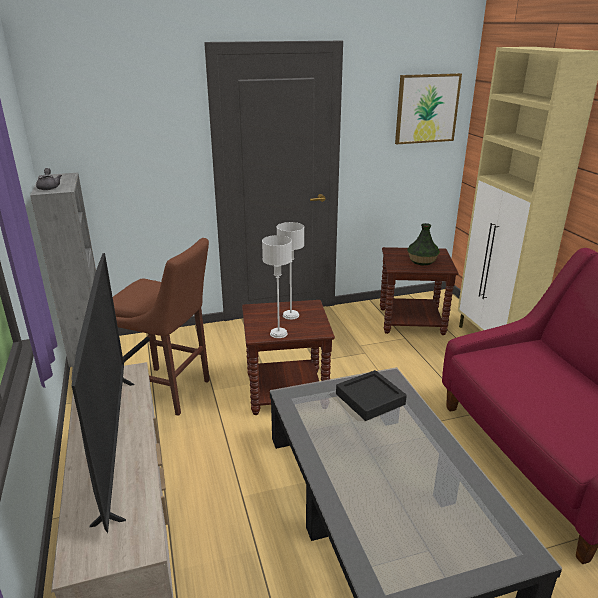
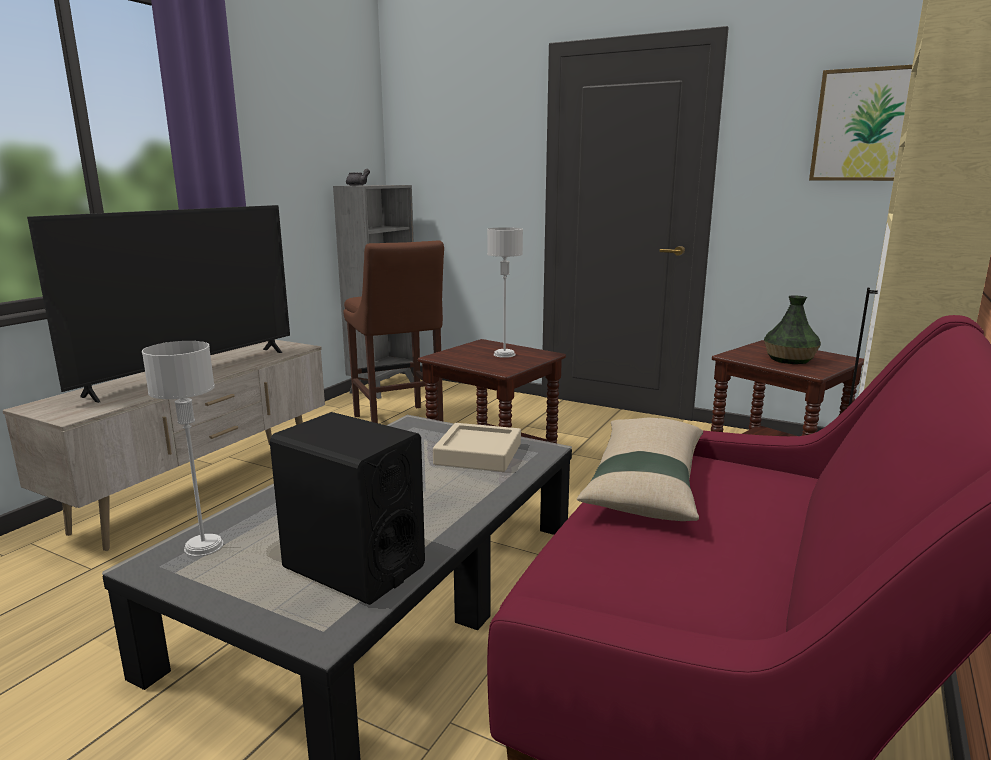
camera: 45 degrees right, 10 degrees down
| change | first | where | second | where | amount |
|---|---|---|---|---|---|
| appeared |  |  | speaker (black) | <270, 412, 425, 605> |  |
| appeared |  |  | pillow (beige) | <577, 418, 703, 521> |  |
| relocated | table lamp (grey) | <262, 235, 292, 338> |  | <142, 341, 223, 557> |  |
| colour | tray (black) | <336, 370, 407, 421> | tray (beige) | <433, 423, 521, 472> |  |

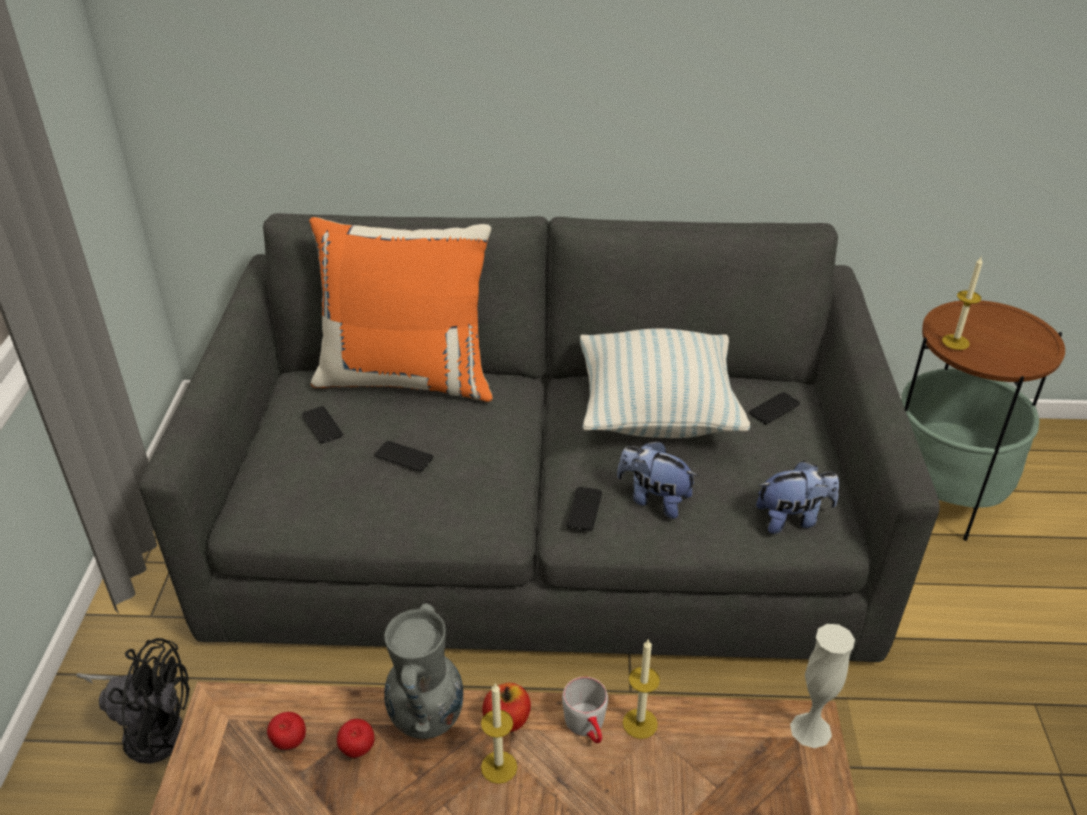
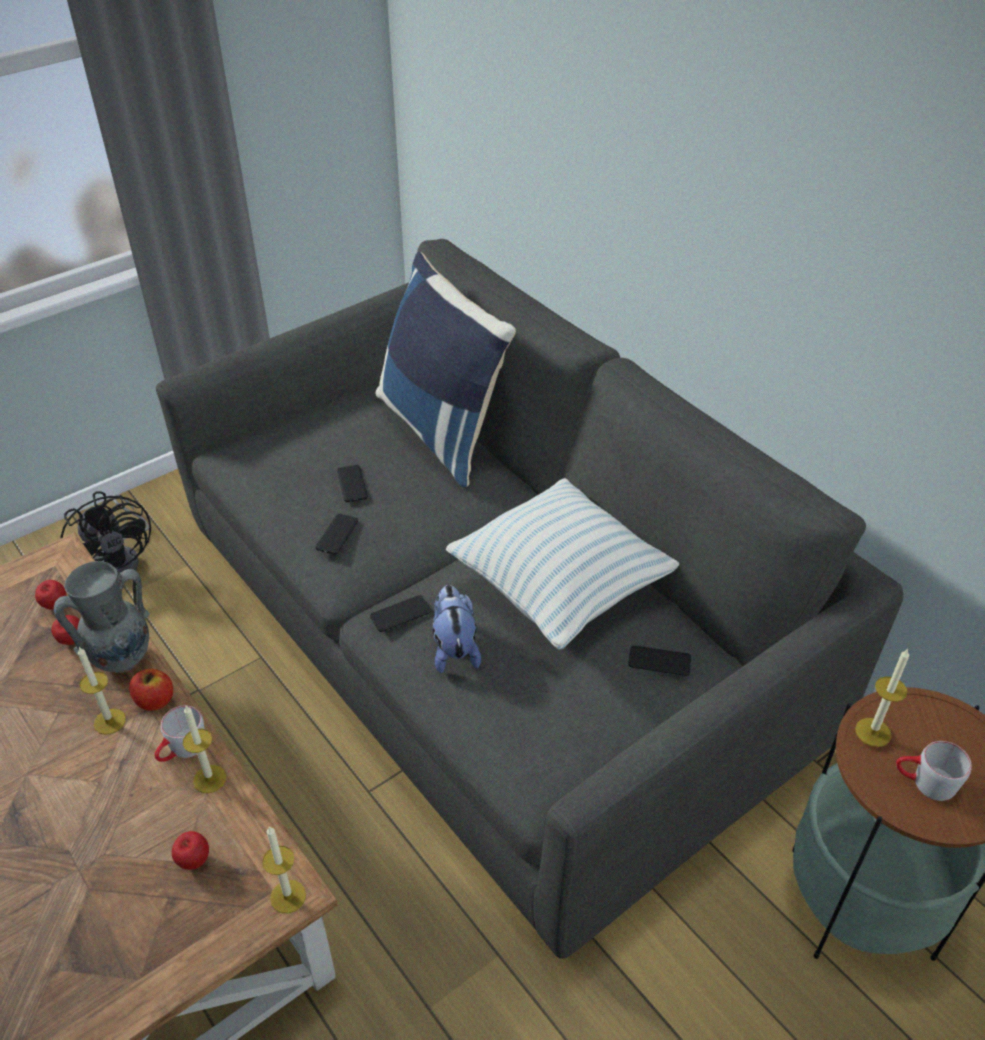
camera: 50 degrees right, 5 degrees up
| change | first | where | second | where | amount |
|---|---|---|---|---|---|
| missing | plush toy | <756, 461, 839, 534> |  |  |  |
| appeared |  |  | apple | <172, 831, 209, 870> |  |
| appeared |  |  | mug (grey) | <896, 741, 972, 801> |  |
| relocated | phone | <302, 406, 343, 443> |  | <315, 514, 358, 555> |  |
| exchanged | vase (white) | <790, 624, 855, 748> | candle | <262, 826, 306, 913> |  |
| colour | pillow (orange) | <309, 217, 492, 402> | pillow (blue) | <375, 252, 516, 487> |  |

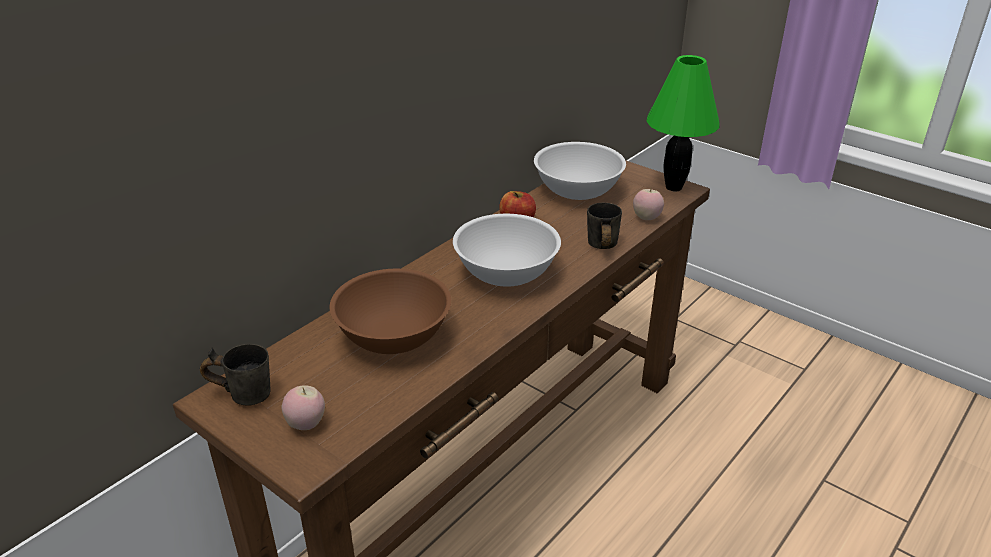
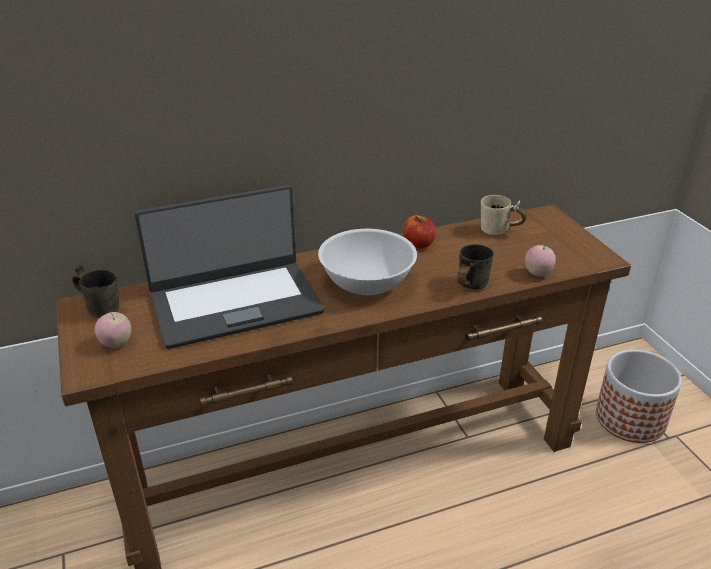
camera: 30 degrees right, 0 degrees up
| change | first | where | second | where | amount |
|---|---|---|---|---|---|
| missing | table lamp (green) | <647, 55, 720, 191> |  |  |  |
| appeared |  |  | planter | <596, 349, 682, 443> |  |
| exchanged | bowl (brown) | <329, 269, 451, 354> | laptop | <135, 185, 324, 349> |  |
| exchanged | bowl (white) | <534, 142, 626, 200> | mug (beige) | <481, 195, 527, 235> |  |

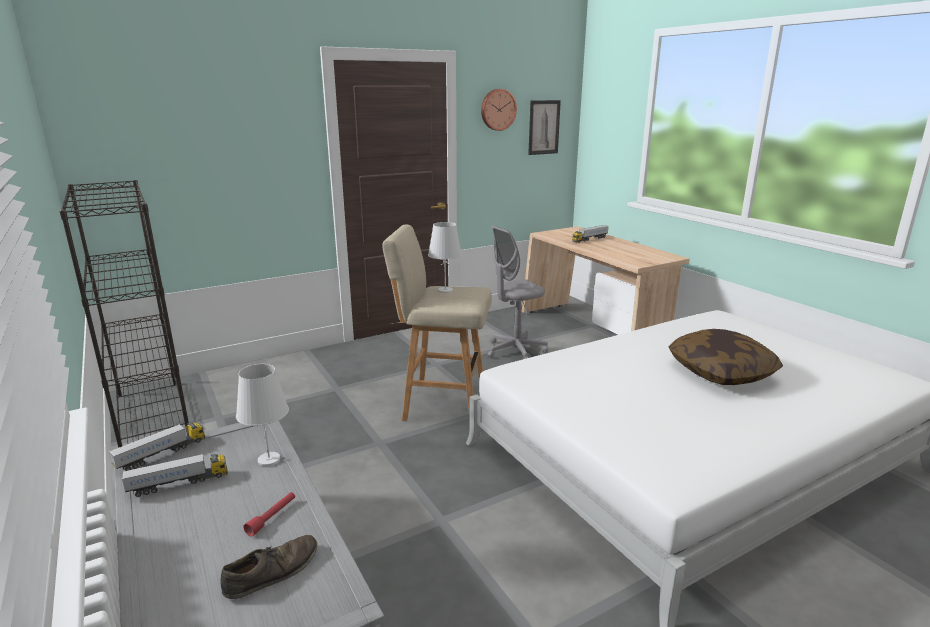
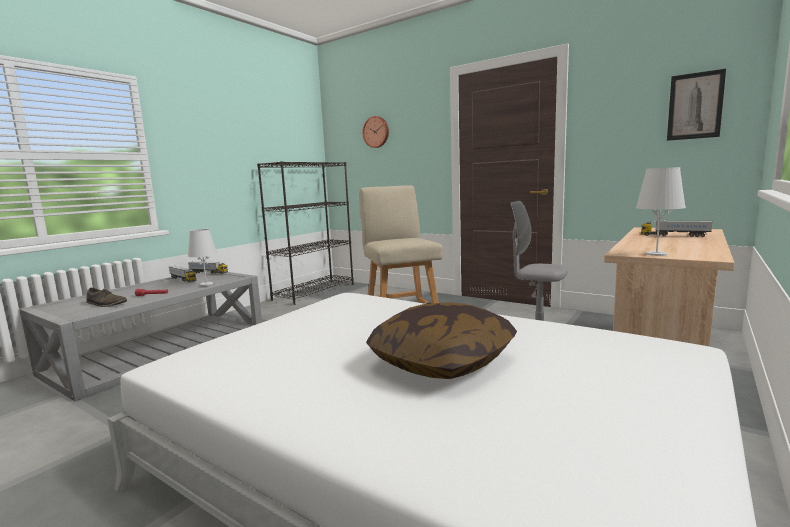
camera: 65 degrees right, 10 degrees down
| change | first | where | second | where | amount |
|---|---|---|---|---|---|
| relocated | table lamp (white) | <428, 222, 462, 293> |  | <636, 167, 686, 256> |  |
| relocated | wall clock | <481, 89, 517, 131> |  | <362, 116, 389, 148> |  |

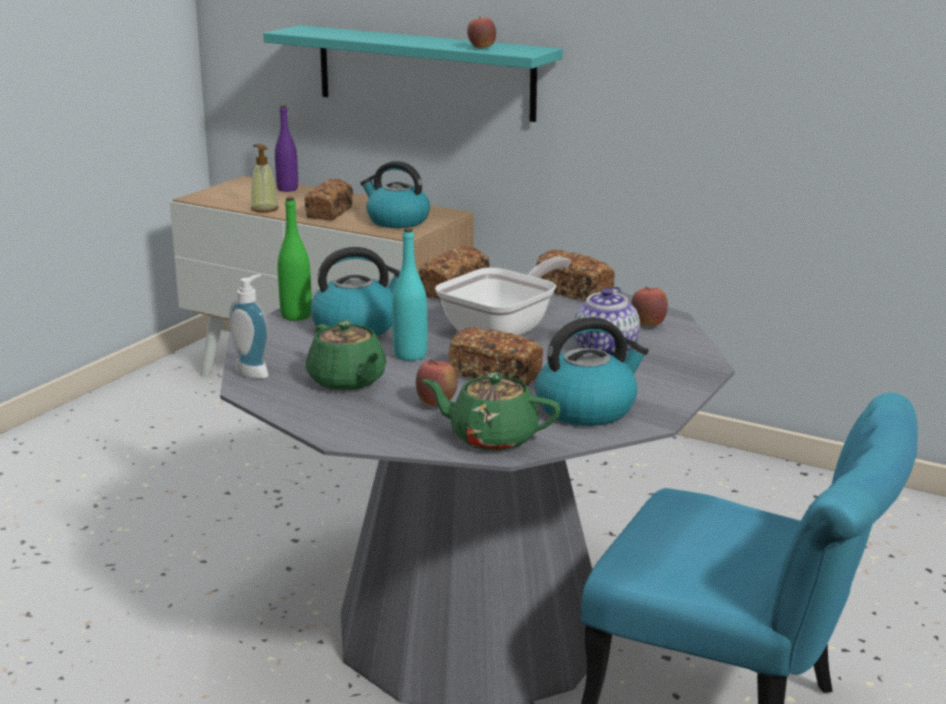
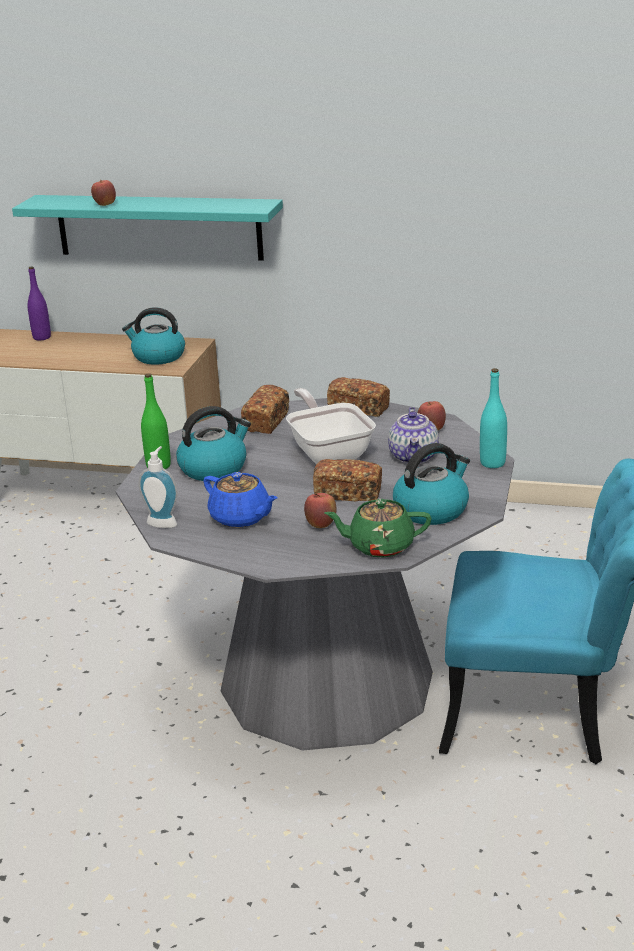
camera: 15 degrees left, 5 degrees up
| change | first | where | second | where | amount |
|---|---|---|---|---|---|
| missing | soap dispenser | <251, 144, 279, 213> |  |  |  |
| missing | bread | <305, 179, 353, 220> |  |  |  |
| relocated | bottle (turquoise) | <392, 228, 427, 361> |  | <480, 368, 507, 468> |  |
| relocated | apple | <467, 16, 496, 48> |  | <91, 180, 116, 206> |  |
| colour | teapot (green) | <306, 320, 386, 391> | teapot (blue) | <203, 472, 278, 527> |  |
| spun | frying pan | <435, 257, 571, 336> |  | <286, 388, 376, 464> | 45 degrees counterclockwise |

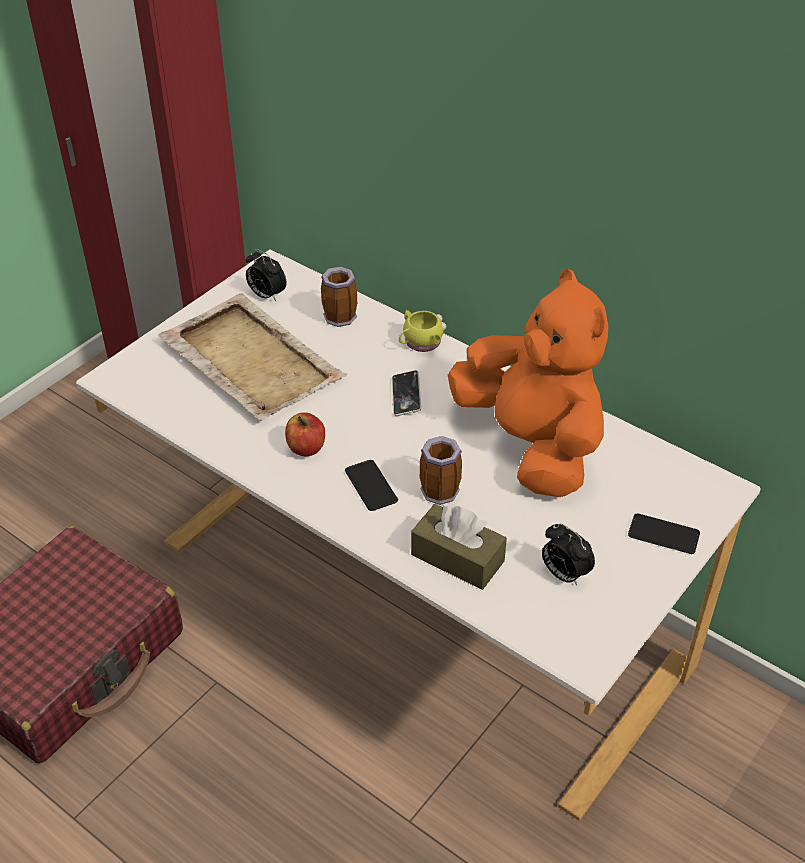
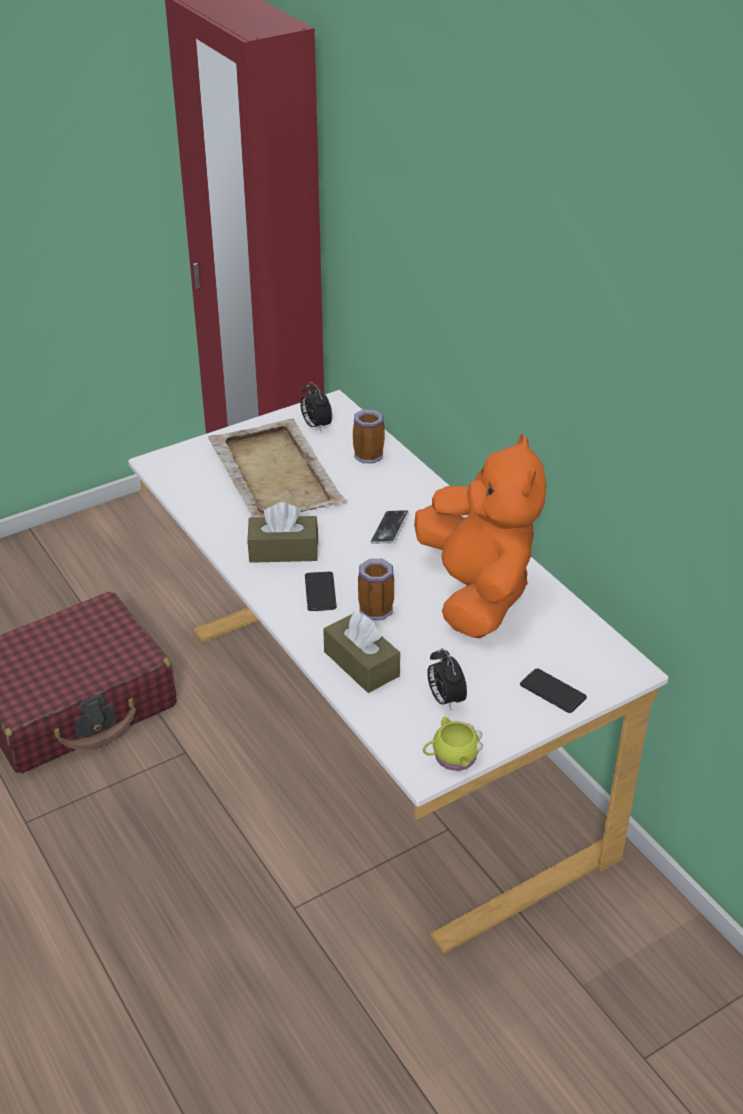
camera: 20 degrees right, 5 degrees down
| change | first | where | second | where | amount |
|---|---|---|---|---|---|
| relocated | mug (yellow) | <399, 310, 446, 352> |  | <423, 717, 483, 771> |  |
| exchanged | apple | <285, 412, 325, 456> | tissue box (brown) | <247, 502, 318, 563> |  |

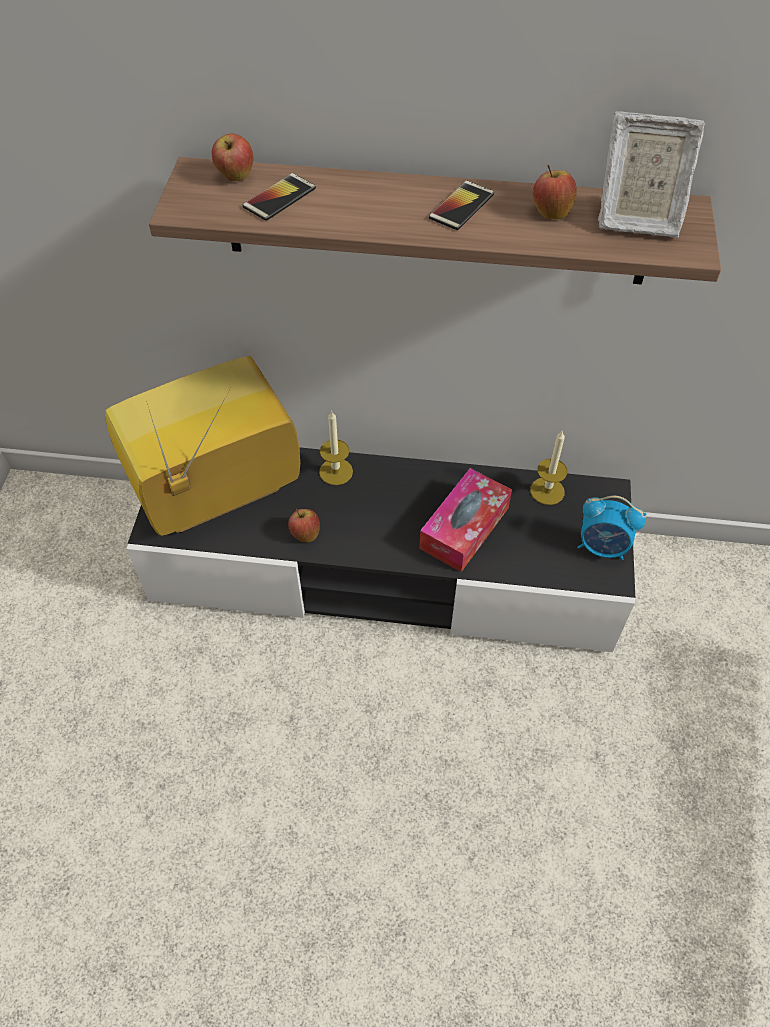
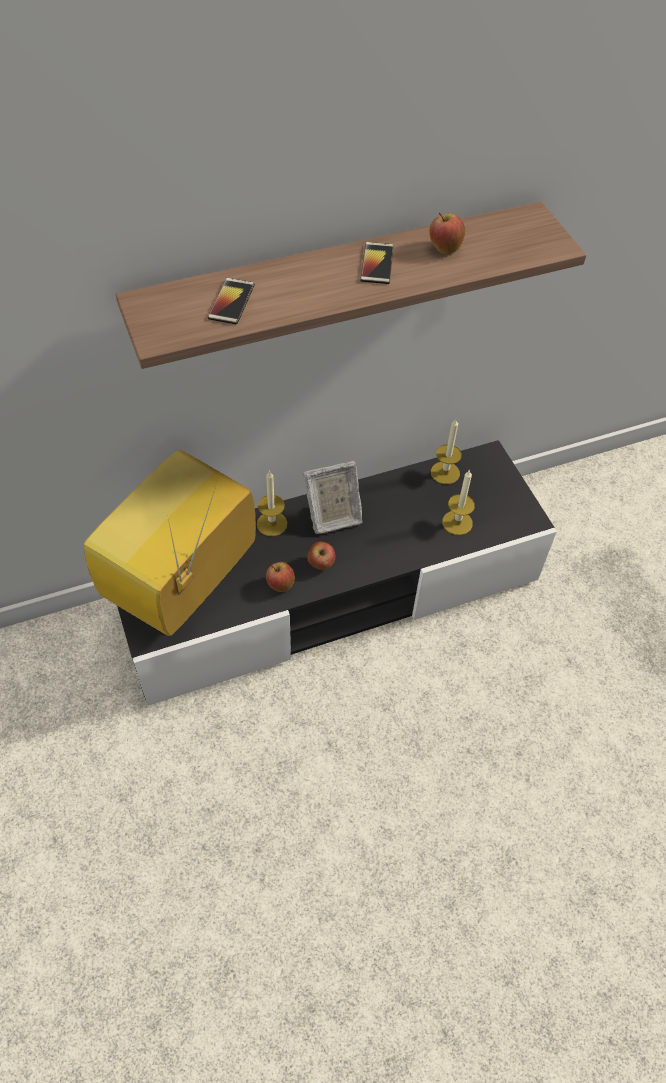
camera: 30 degrees left, 0 degrees up
| change | first | where | second | where | amount |
|---|---|---|---|---|---|
| missing | tissue box | <419, 468, 512, 572> |  |  |  |
| missing | alarm clock | <577, 496, 646, 560> |  |  |  |
| appeared |  |  | candle | <442, 469, 475, 535> |  |
| relocated | apple | <212, 134, 253, 181> |  | <307, 542, 335, 570> |  |
| relocated | picture frame | <598, 111, 705, 237> |  | <303, 461, 363, 534> |  |

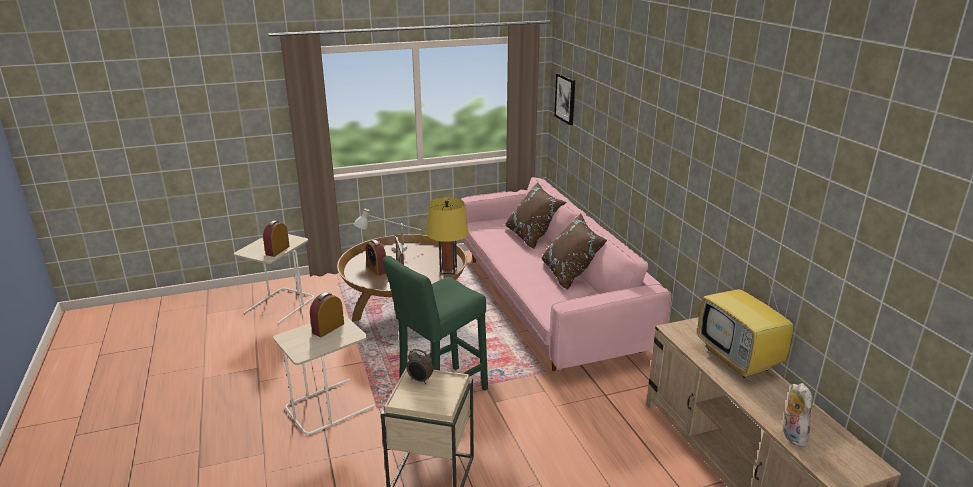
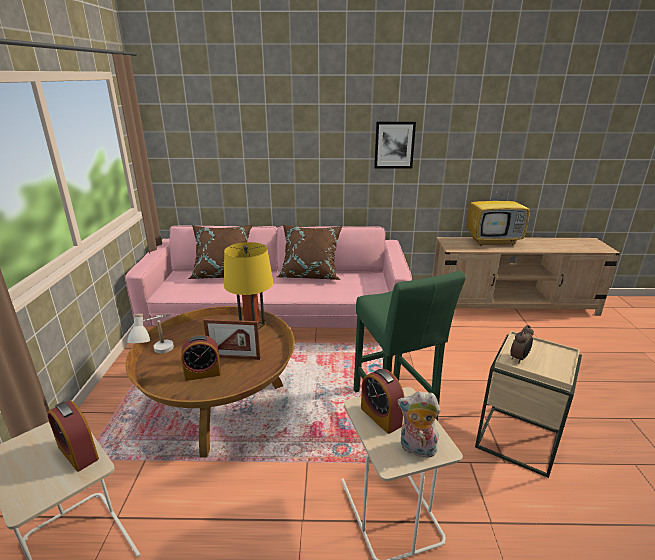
camera: 70 degrees left, 0 degrees up
| change | first | where | second | where | amount |
|---|---|---|---|---|---|
| relocated | picture | <554, 73, 575, 125> |  | <374, 121, 416, 169> |  |
| relocated | plush toy | <782, 383, 813, 447> |  | <398, 391, 441, 458> |  |

